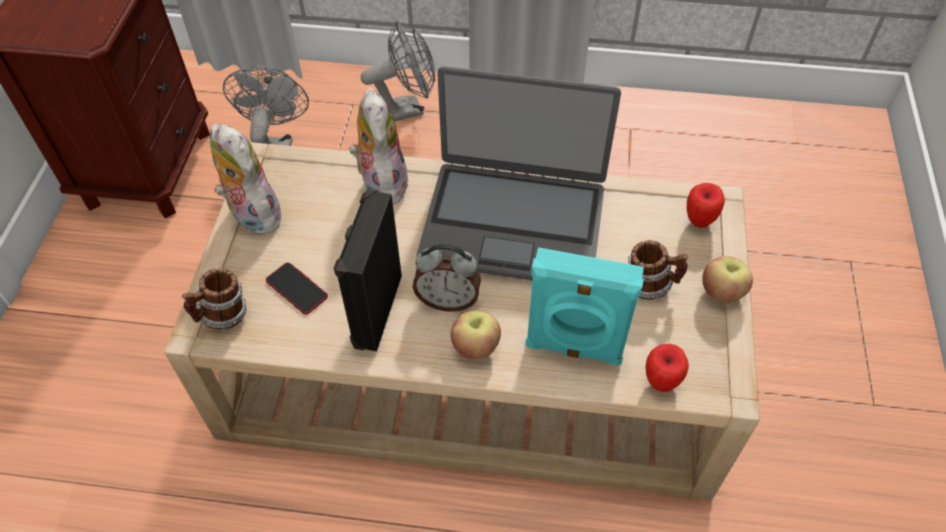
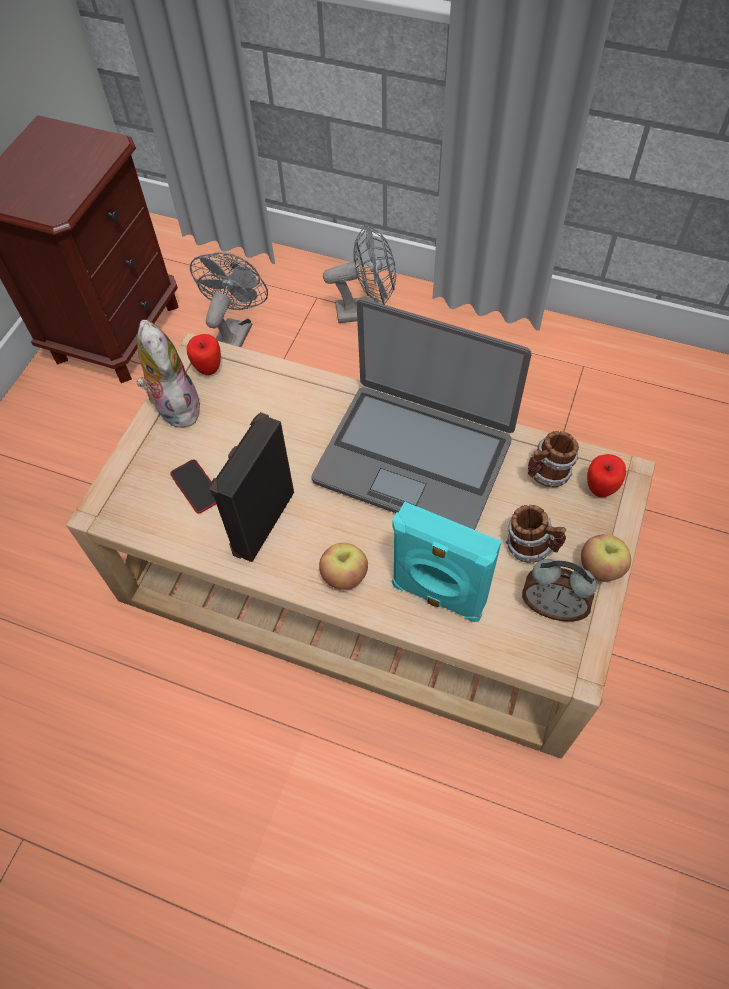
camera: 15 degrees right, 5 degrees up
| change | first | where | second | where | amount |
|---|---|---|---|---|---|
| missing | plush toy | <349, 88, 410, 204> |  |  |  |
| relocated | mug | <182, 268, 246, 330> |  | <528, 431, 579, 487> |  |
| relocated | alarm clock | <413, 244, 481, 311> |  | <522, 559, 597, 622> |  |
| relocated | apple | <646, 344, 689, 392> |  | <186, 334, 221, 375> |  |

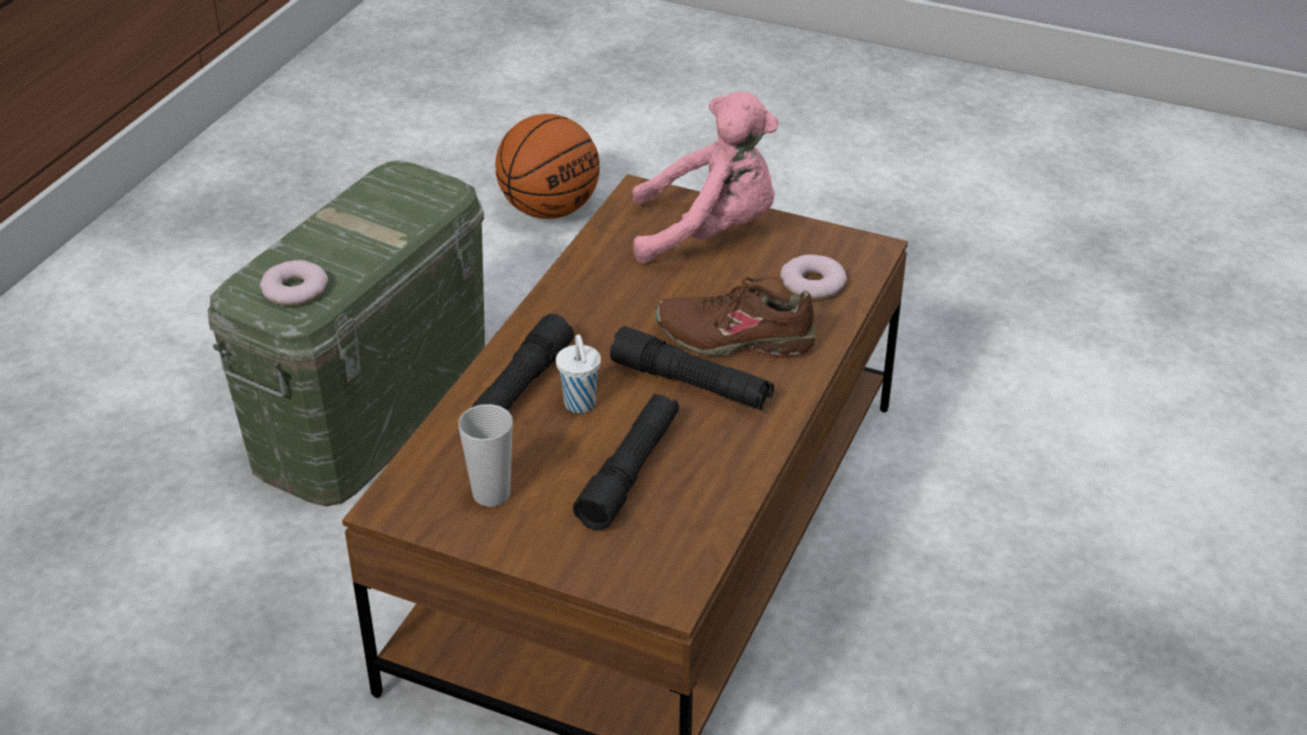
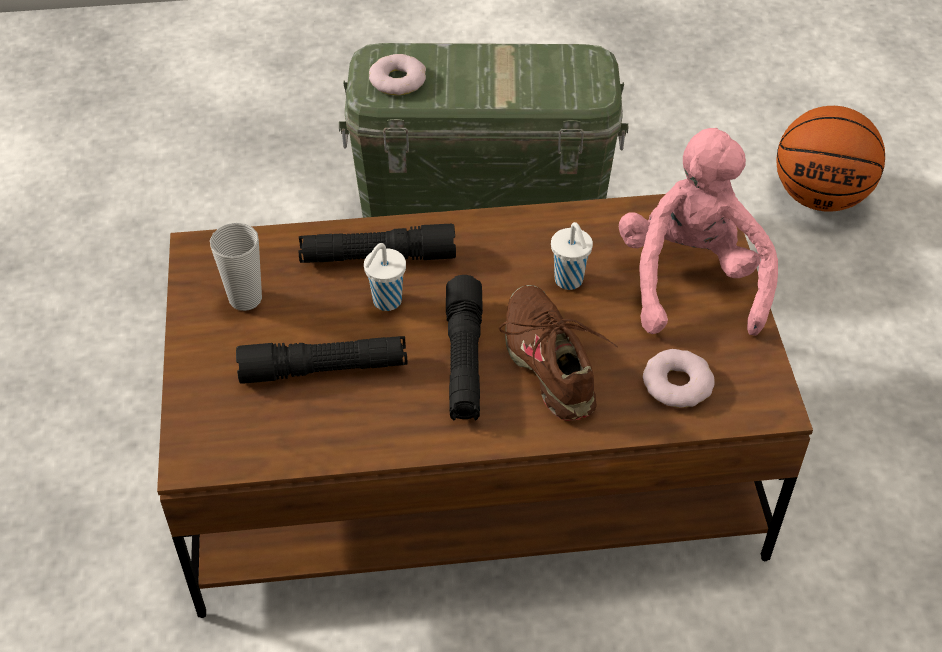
camera: 60 degrees right, 10 degrees up
| change | first | where | second | where | amount |
|---|---|---|---|---|---|
| appeared |  |  | cup (white) | <551, 222, 593, 290> |  |
| spun | plush toy (pink) | <632, 92, 778, 264> |  | <619, 128, 778, 336> | 150 degrees counterclockwise |

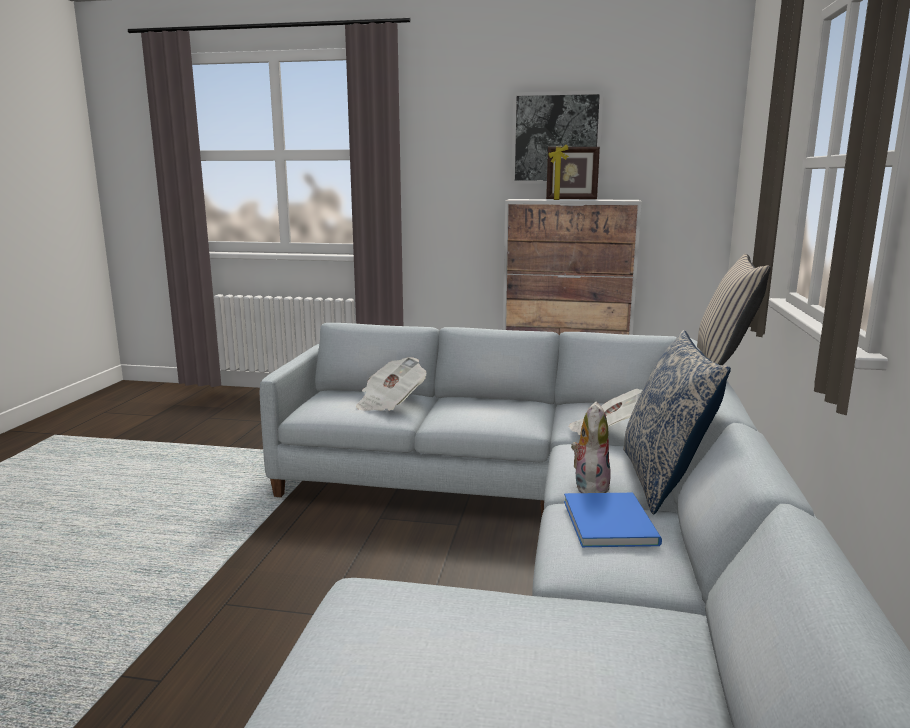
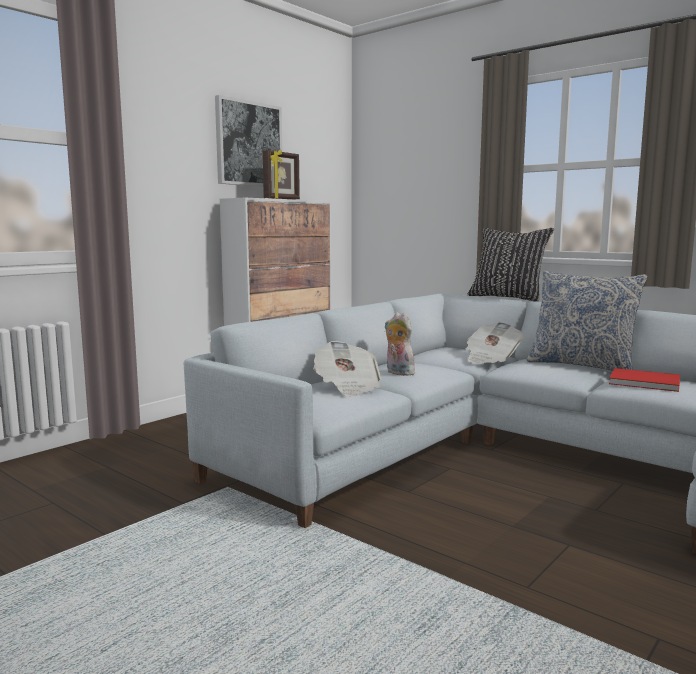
camera: 60 degrees left, 5 degrees down
| change | first | where | second | where | amount |
|---|---|---|---|---|---|
| relocated | plush toy | <571, 402, 611, 493> |  | <385, 312, 415, 376> |  |
| colour | book (blue) | <564, 493, 662, 547> | book (red) | <609, 368, 680, 392> |  |
| colour | pillow (beige) | <697, 253, 771, 365> | pillow (black) | <467, 228, 554, 302> |  |

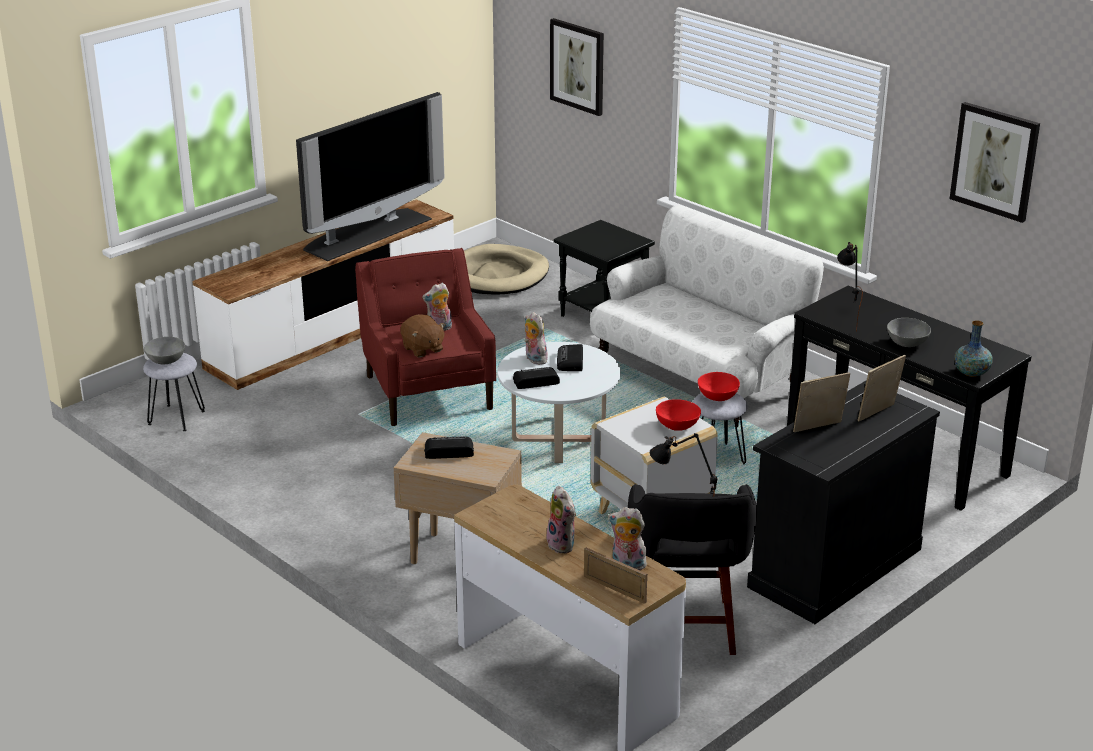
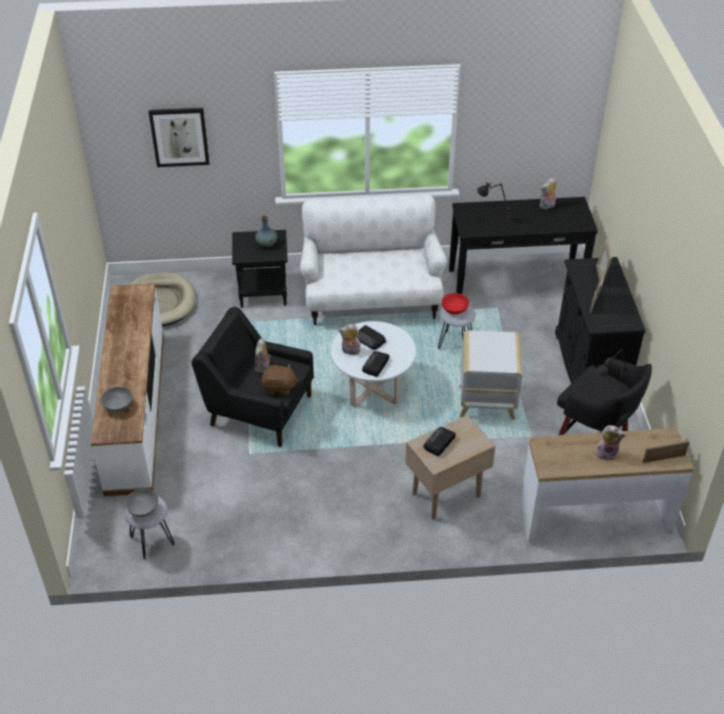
camera: 50 degrees left, 15 degrees up
| change | first | where | second | where | amount |
|---|---|---|---|---|---|
| missing | television | <296, 92, 444, 261> |  |  |  |
| missing | bowl (red) | <656, 399, 701, 431> |  |  |  |
| missing | picture | <950, 102, 1040, 223> |  |  |  |
| relocated | plush toy | <608, 507, 647, 570> |  | <540, 178, 557, 209> |  |
| relocated | bowl (grey) | <887, 318, 931, 347> |  | <101, 387, 133, 412> |  |
| relocated | vase | <954, 320, 993, 377> |  | <255, 216, 278, 247> |  |
| colour | armchair (red) | <355, 248, 496, 426> | armchair (black) | <191, 307, 314, 447> |  |

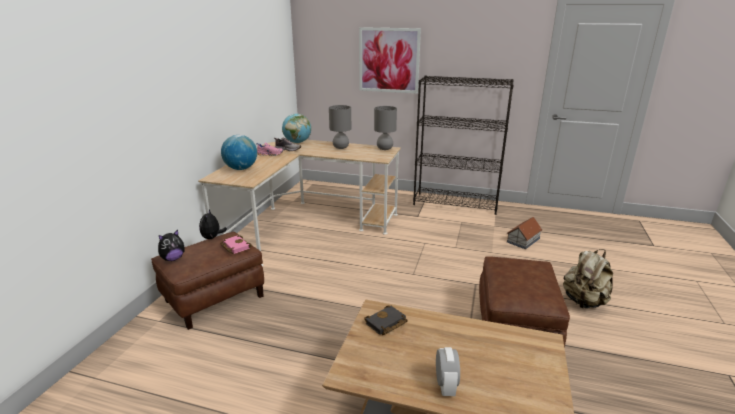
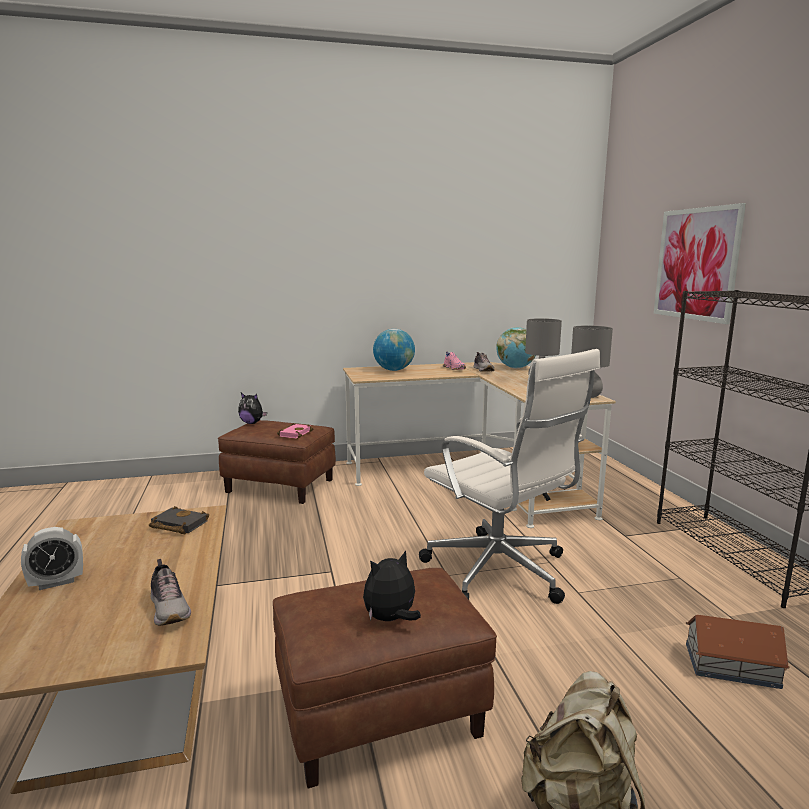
camera: 60 degrees right, 10 degrees down
| change | first | where | second | where | amount |
|---|---|---|---|---|---|
| appeared |  |  | shoe | <151, 559, 191, 626> |  |
| appeared |  |  | office chair (white) | <419, 349, 600, 604> |  |
| relocated | plush toy | <199, 210, 227, 239> |  | <363, 551, 421, 621> |  |

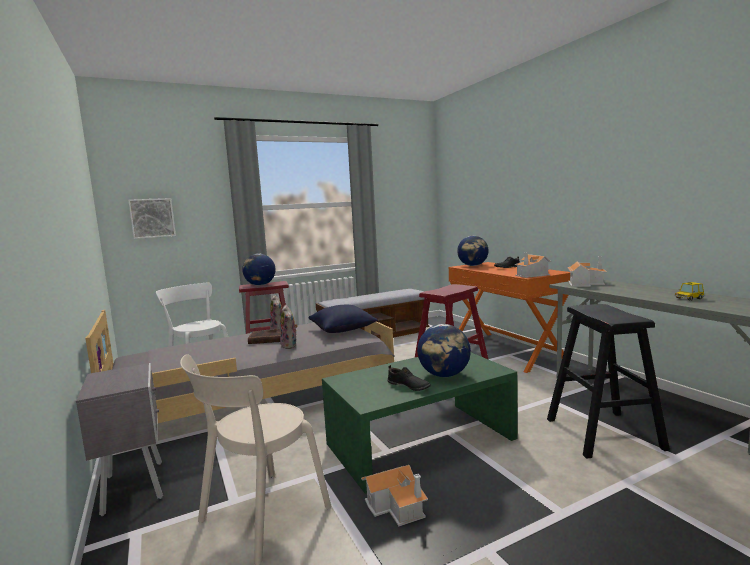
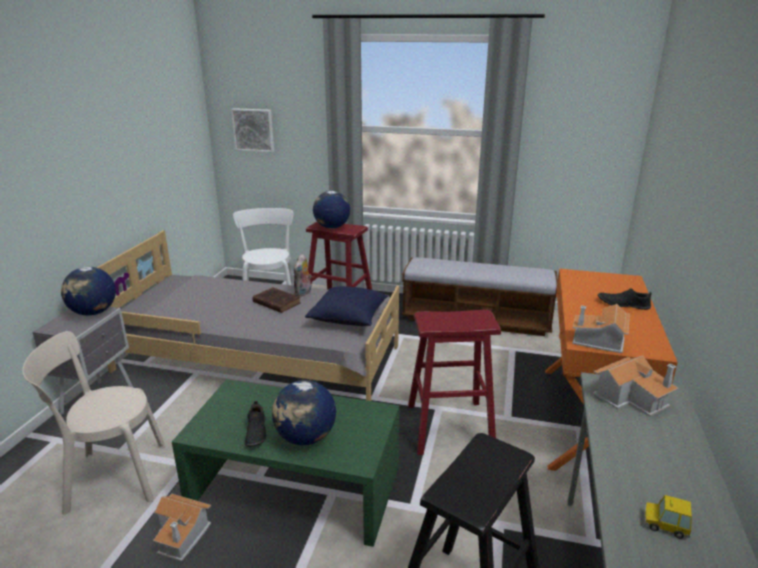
camera: 40 degrees right, 15 degrees up
| change | first | where | second | where | amount |
|---|---|---|---|---|---|
| missing | plush toy | <280, 305, 298, 349> |  |  |  |
| relocated | globe | <457, 236, 488, 266> |  | <61, 267, 116, 316> |  |

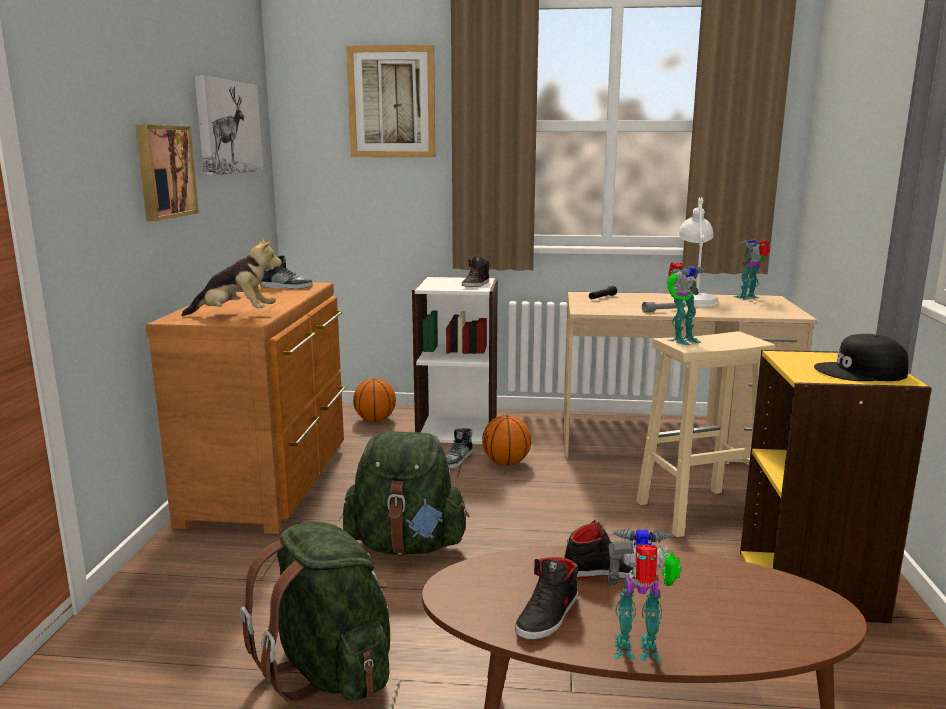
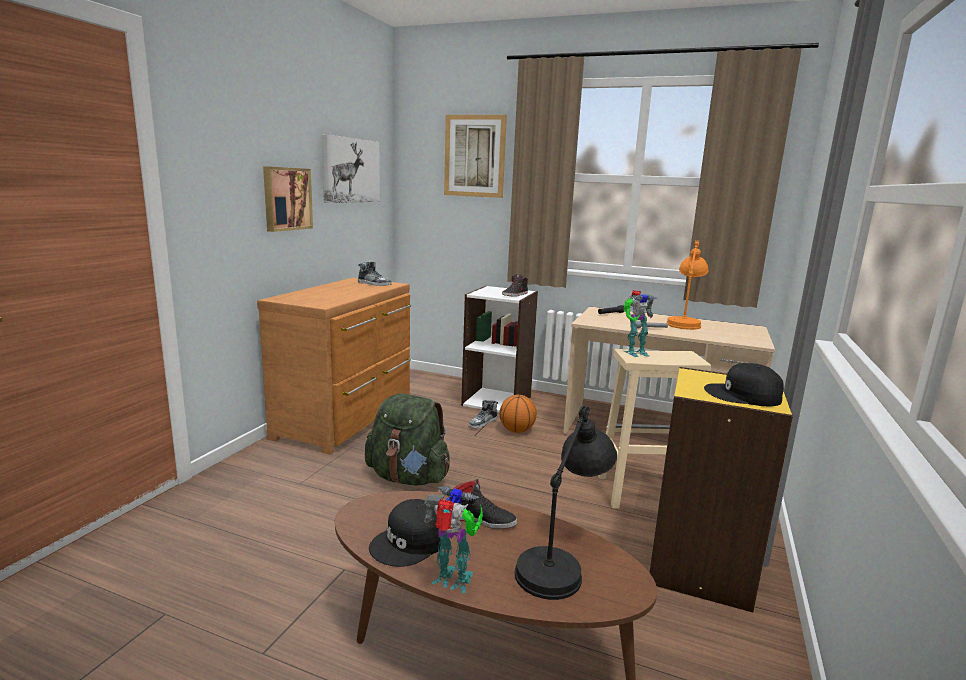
camera: 15 degrees right, 0 degrees up
| change | first | where | second | where | amount |
|---|---|---|---|---|---|
| missing | plush toy | <181, 236, 282, 316> |  |  |  |
| missing | backpack (green) | <240, 522, 390, 703> |  |  |  |
| missing | basketball | <353, 378, 396, 422> |  |  |  |
| missing | toy robot | <733, 239, 770, 300> |  |  |  |
| appeared |  |  | table lamp (black) | <515, 406, 617, 600> |  |
| exchanged | shoe (black) | <515, 557, 578, 640> | cap (black) | <369, 499, 441, 567> |  |
| colour | table lamp (white) | <678, 197, 718, 308> | table lamp (orange) | <666, 240, 709, 330> |  |

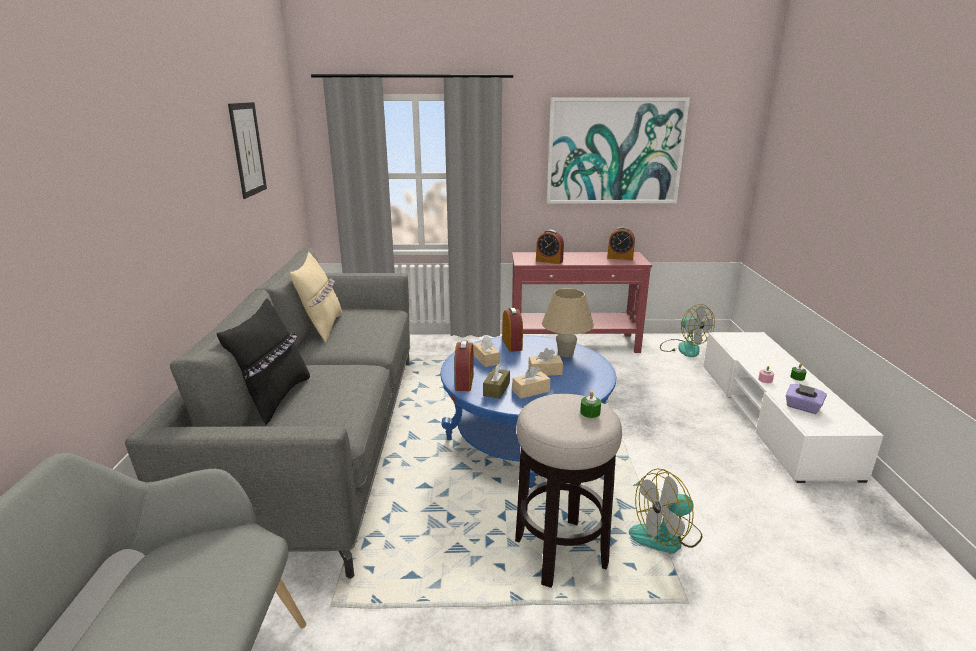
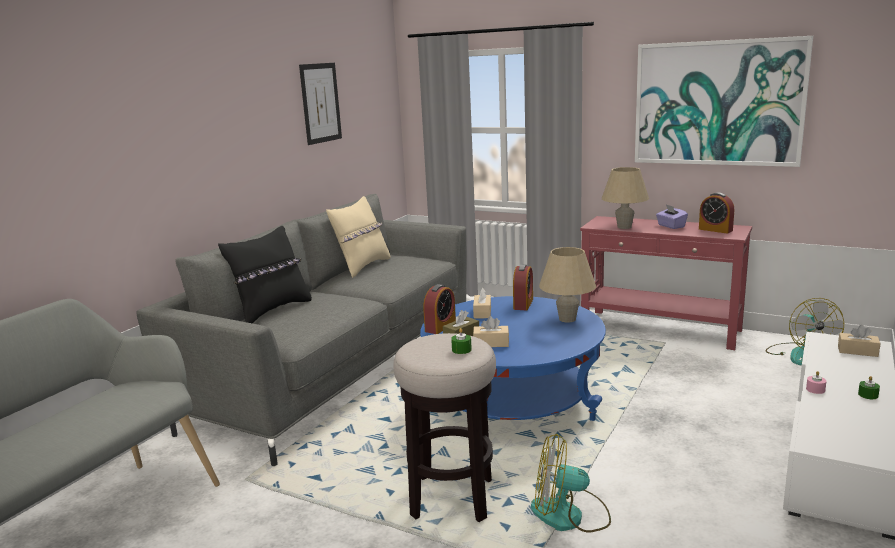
camera: 30 degrees right, 5 degrees down
| change | first | where | second | where | amount |
|---|---|---|---|---|---|
| relocated | tissue box (beige) | <528, 348, 563, 376> |  | <838, 325, 881, 357> |  |
| relocated | tissue box (purple) | <786, 384, 827, 414> |  | <656, 204, 688, 229> |  |
| exchanged | alarm clock | <536, 230, 564, 264> | table lamp (beige) | <602, 167, 649, 229> |  |

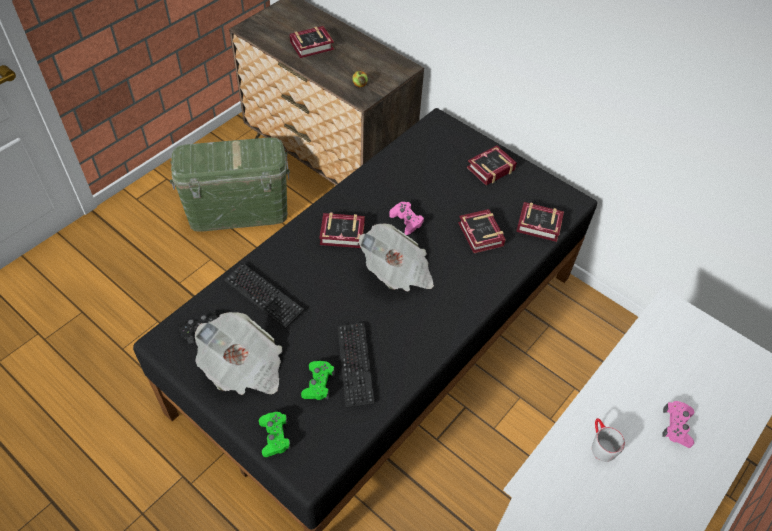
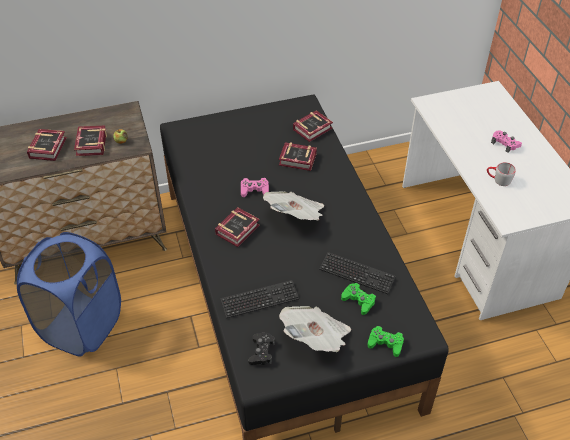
camera: 55 degrees left, 5 degrees down
| change | first | where | second | where | amount |
|---|---|---|---|---|---|
| relocated | book | <467, 146, 517, 186> |  | <74, 125, 107, 156> |  |
| exchanged | storage box (green) | <170, 138, 290, 232> | laundry basket (blue) | <17, 232, 121, 356> |  |

